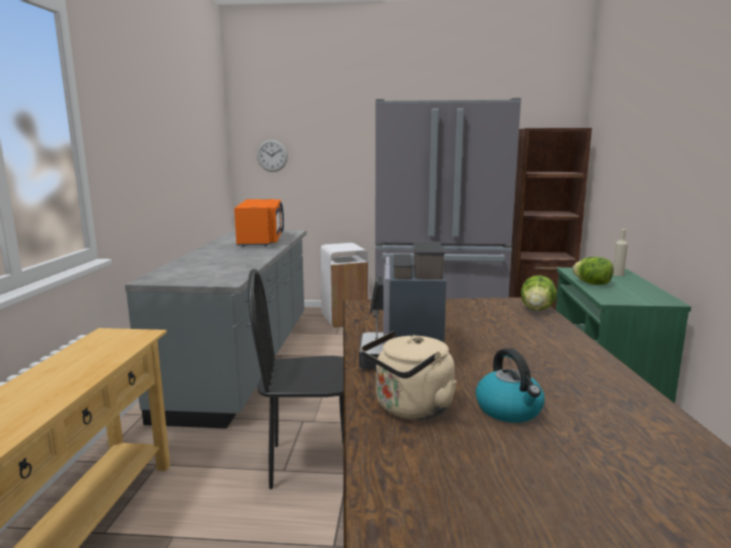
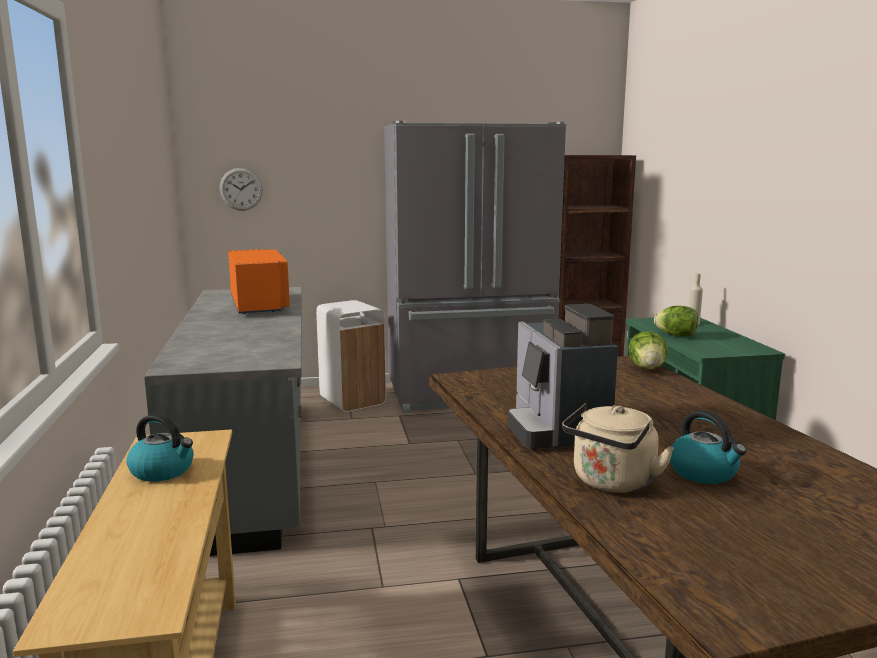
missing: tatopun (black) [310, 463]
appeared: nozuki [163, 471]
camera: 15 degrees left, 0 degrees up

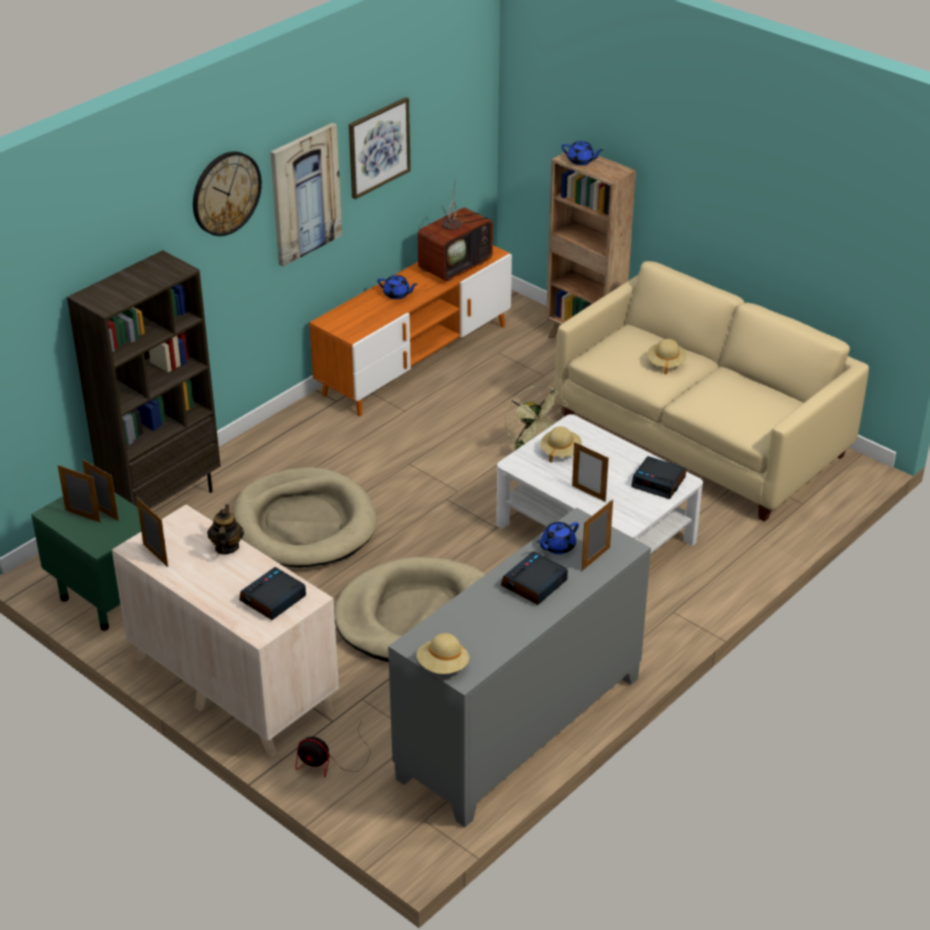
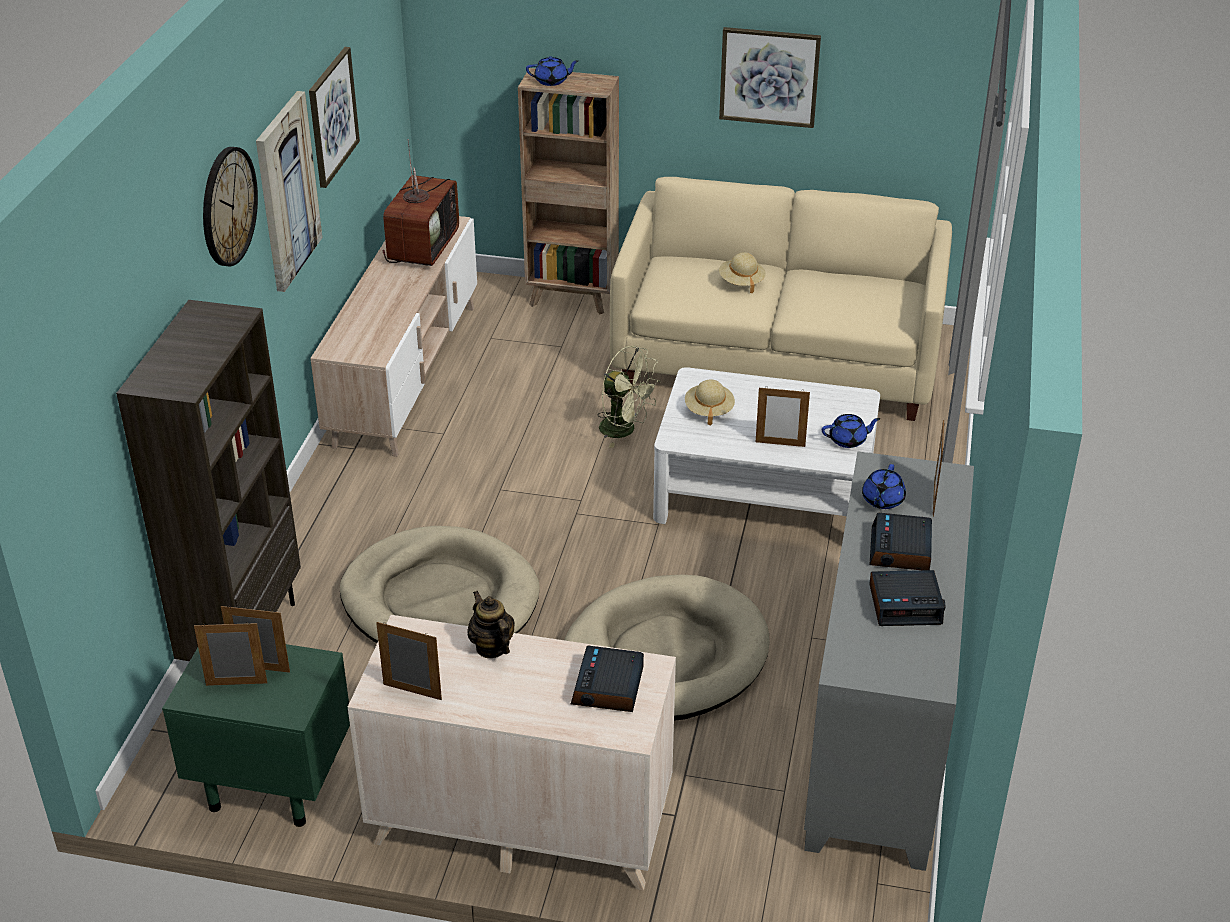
missing: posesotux [330, 761]; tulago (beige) [443, 666]
appeared: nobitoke [769, 76]
relocated: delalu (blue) [397, 294] to [848, 440]; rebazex [659, 482] to [906, 604]
colour: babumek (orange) [415, 360] to babumek (beige) [406, 374]
camera: 30 degrees left, 0 degrees up

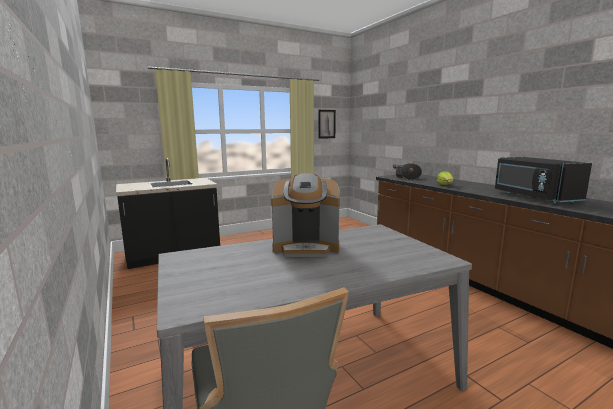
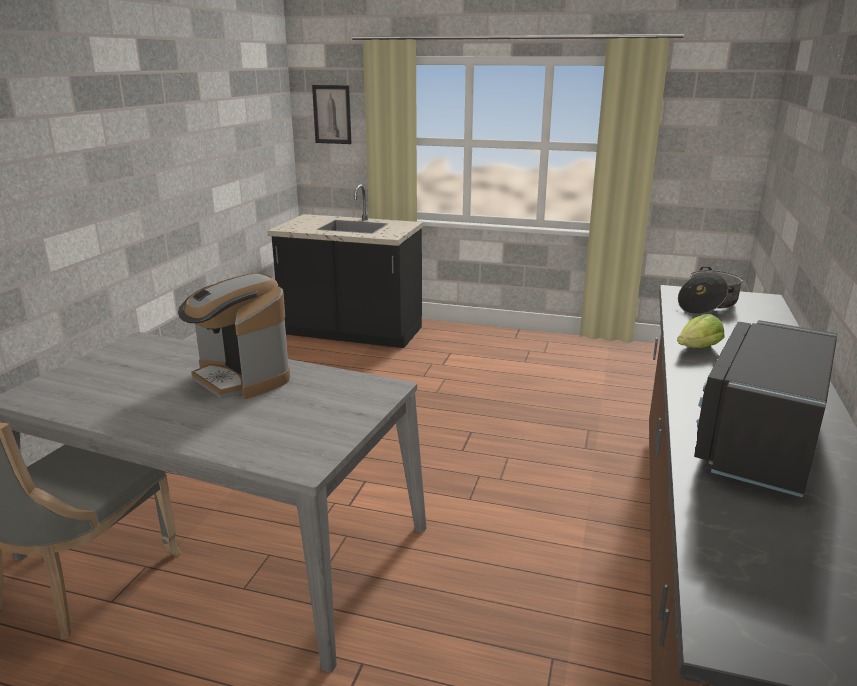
relocated: nobitoke [326, 124] to [332, 114]
camera: 45 degrees right, 10 degrees up

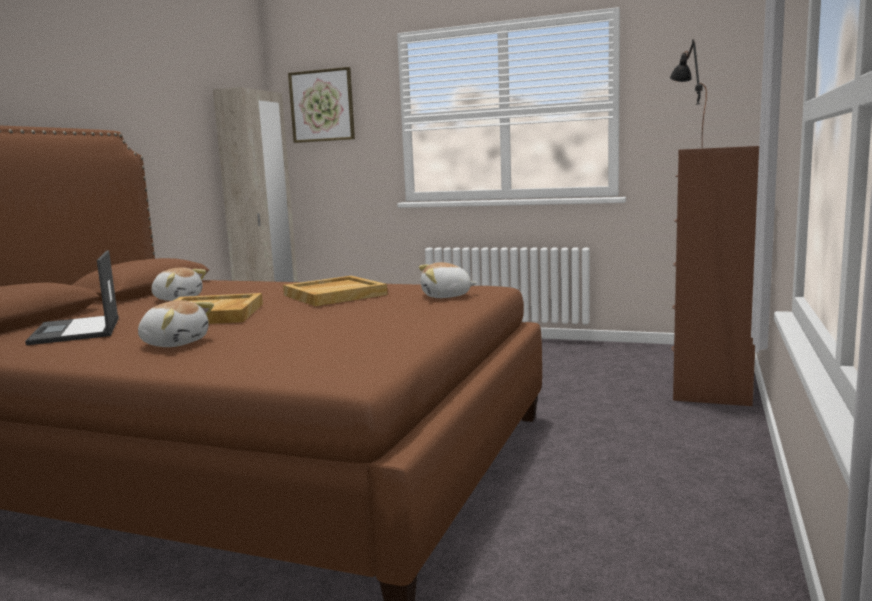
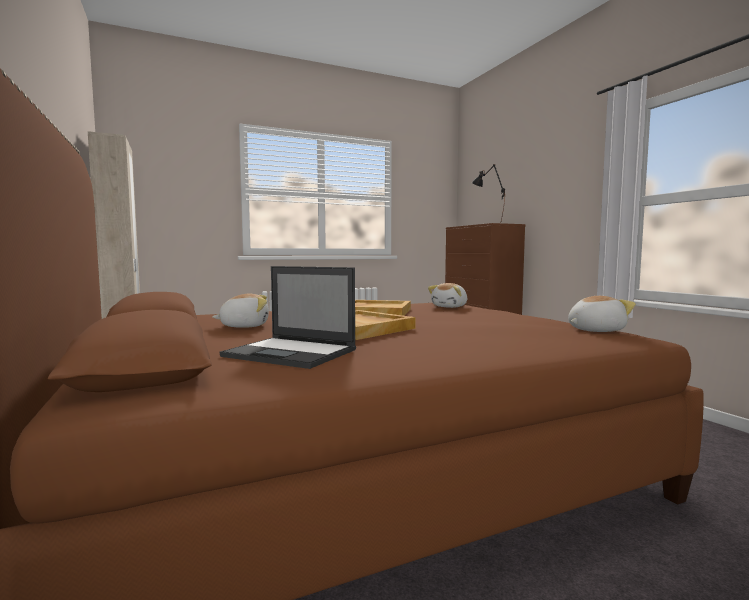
missing: nobitoke [322, 106]
relocated: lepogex [175, 343] to [594, 330]
camera: 45 degrees left, 5 degrees down

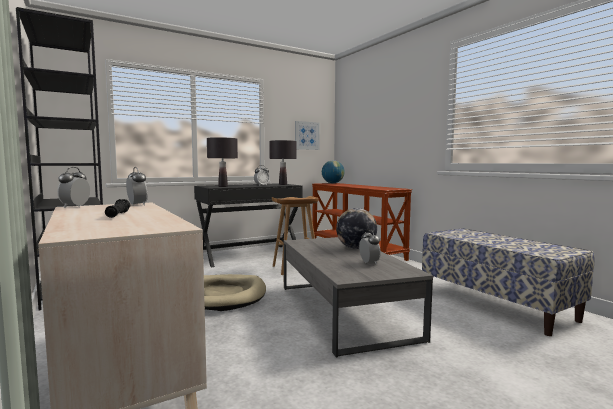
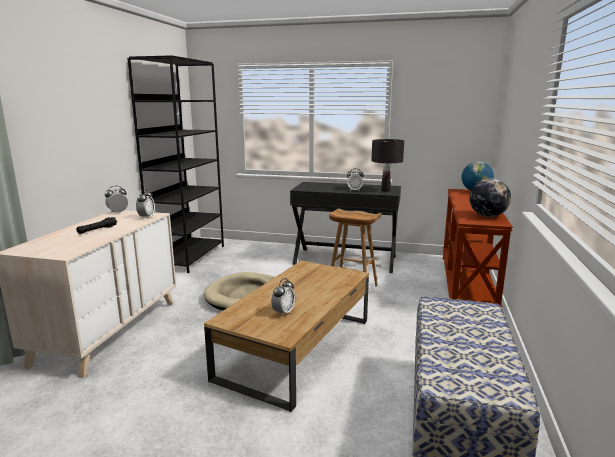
missing: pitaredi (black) [223, 186]; nobitoke [306, 135]
relocated: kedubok [356, 248] to [487, 216]
colour: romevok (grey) [343, 310] to romevok (brown) [297, 347]
camera: 45 degrees right, 10 degrees up

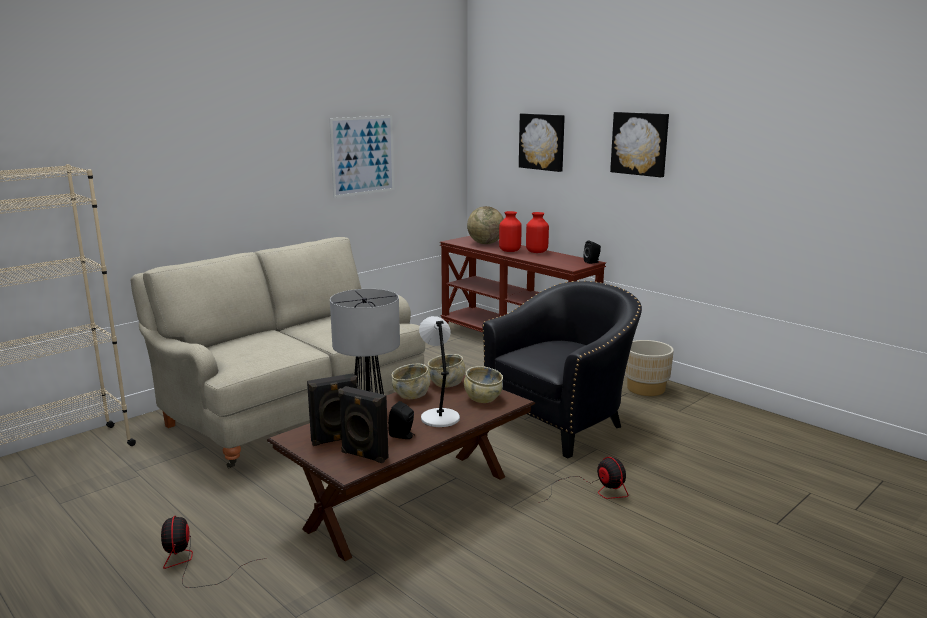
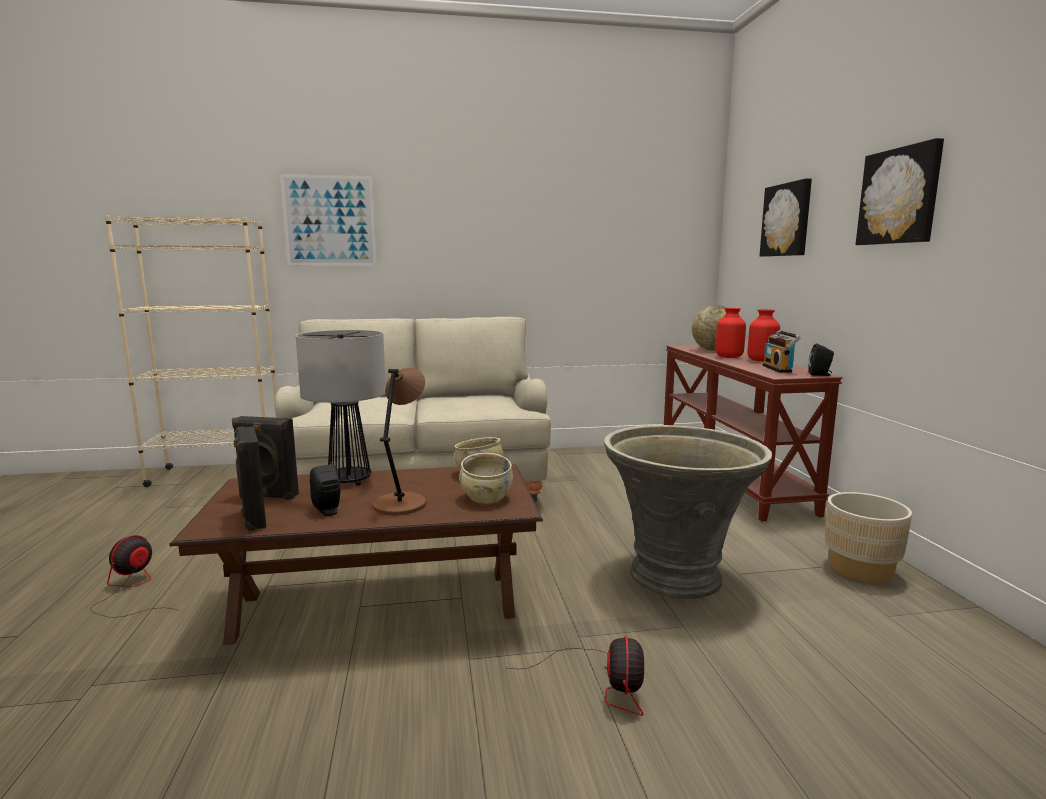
missing: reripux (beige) [411, 395]
appeared: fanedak [779, 369]
relocated: nobitoke [362, 155] to [329, 221]
exchanged: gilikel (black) [562, 422] to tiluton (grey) [677, 576]
colour: pitaredi (grey) [439, 417] to pitaredi (brown) [401, 503]
camera: 35 degrees right, 5 degrees down

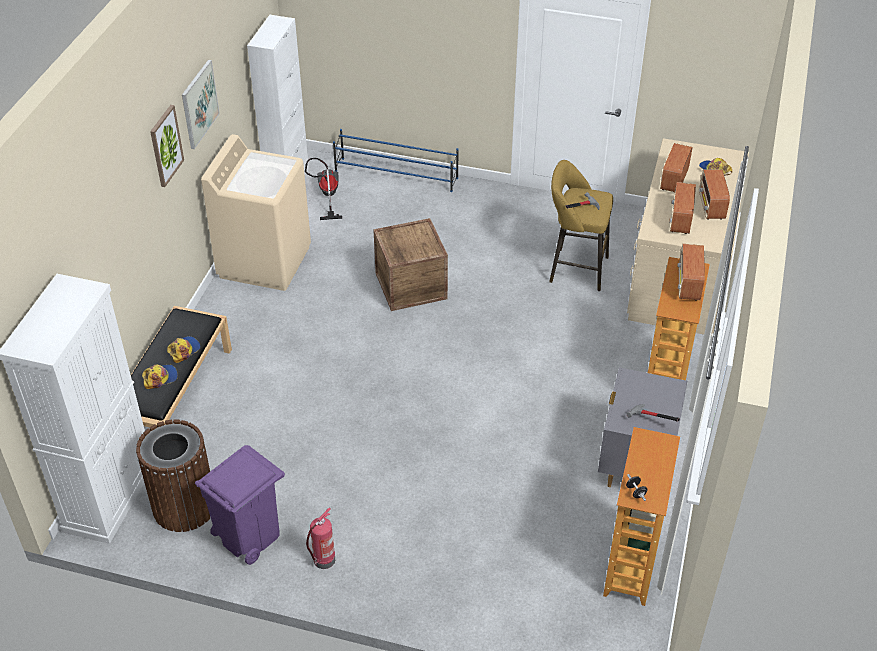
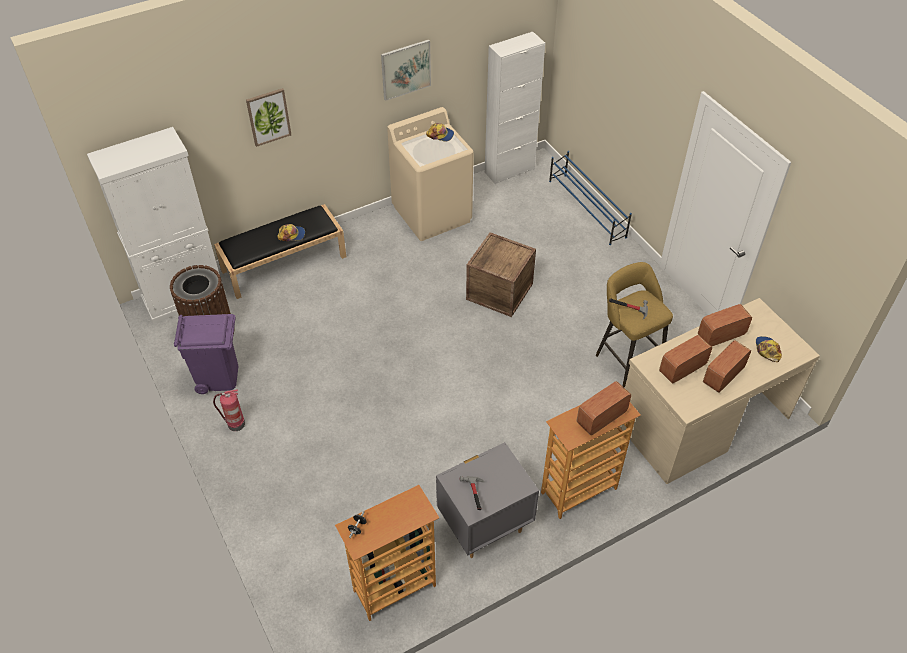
missing: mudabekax [326, 195]
relocated: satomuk [160, 378] to [440, 135]; nobitoke [165, 145] to [268, 117]
camera: 45 degrees right, 5 degrees up

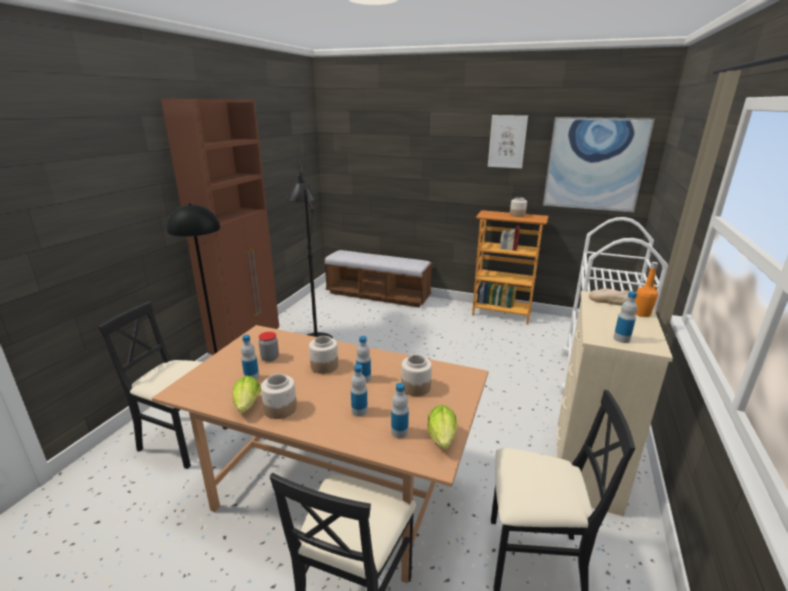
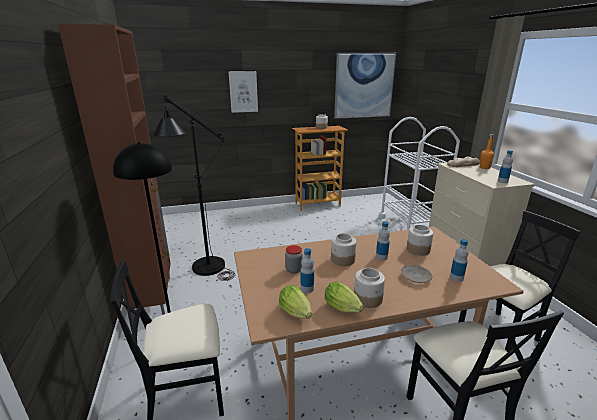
missing: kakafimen [378, 295]
relocated: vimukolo [442, 440] to [297, 314]; nobitoke [507, 141] to [243, 92]
exchanged: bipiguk [359, 411] to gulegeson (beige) [415, 277]
camera: 35 degrees left, 0 degrees up

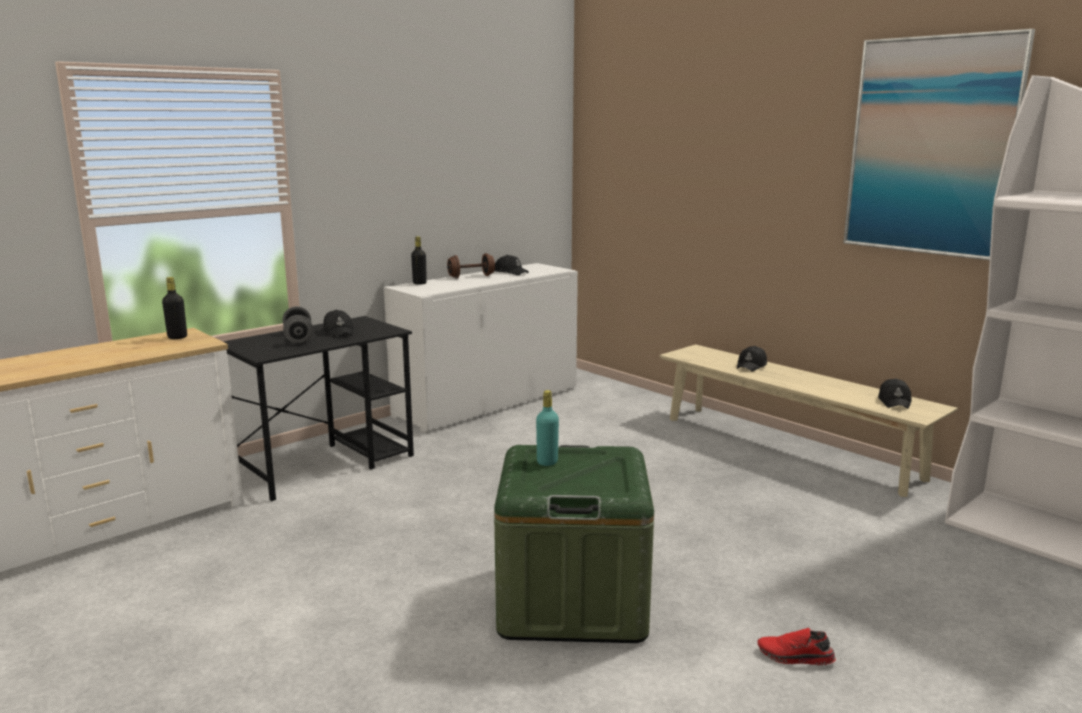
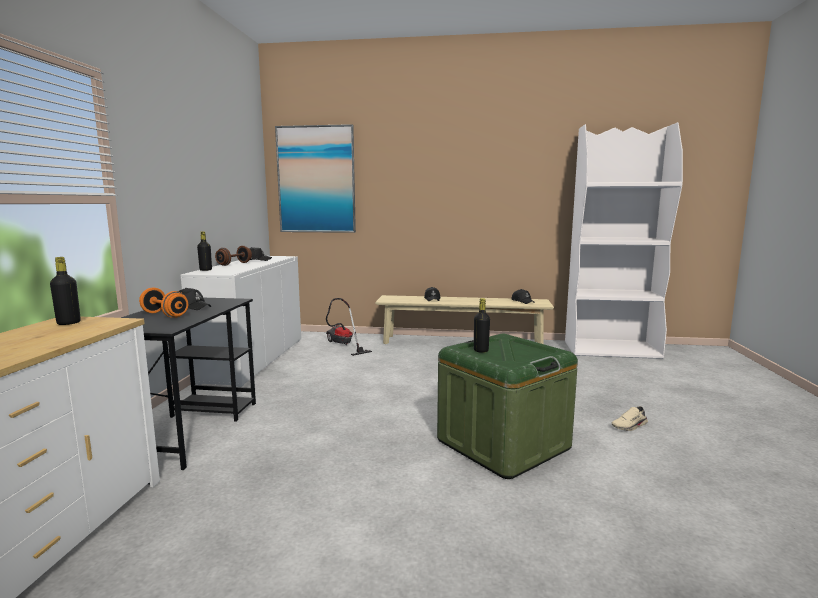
appeared: mudabekax [343, 345]
relocated: nobitoke [931, 146] to [316, 180]
colour: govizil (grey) [298, 338] to govizil (orange) [164, 315]; bipiguk (turquoise) [547, 462] to bipiguk (black) [481, 350]; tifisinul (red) [795, 657] to tifisinul (beige) [630, 426]
camera: 40 degrees left, 5 degrees down

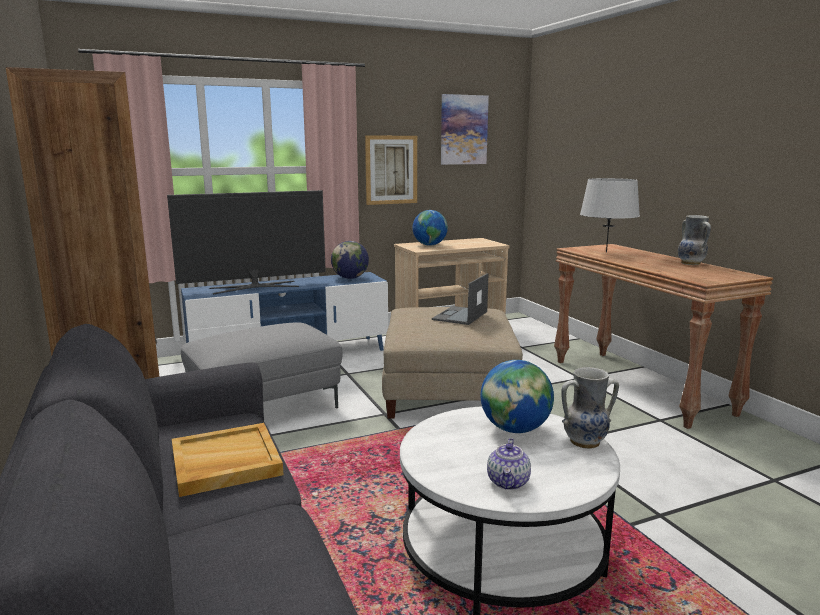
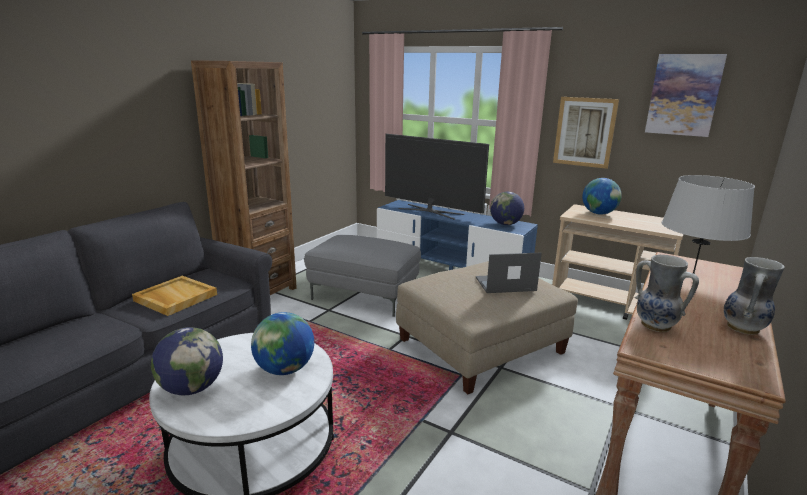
relocated: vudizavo [585, 443] to [655, 326]
exchanged: delalu [508, 482] to kedubok [192, 388]
camera: 55 degrees right, 5 degrees up

